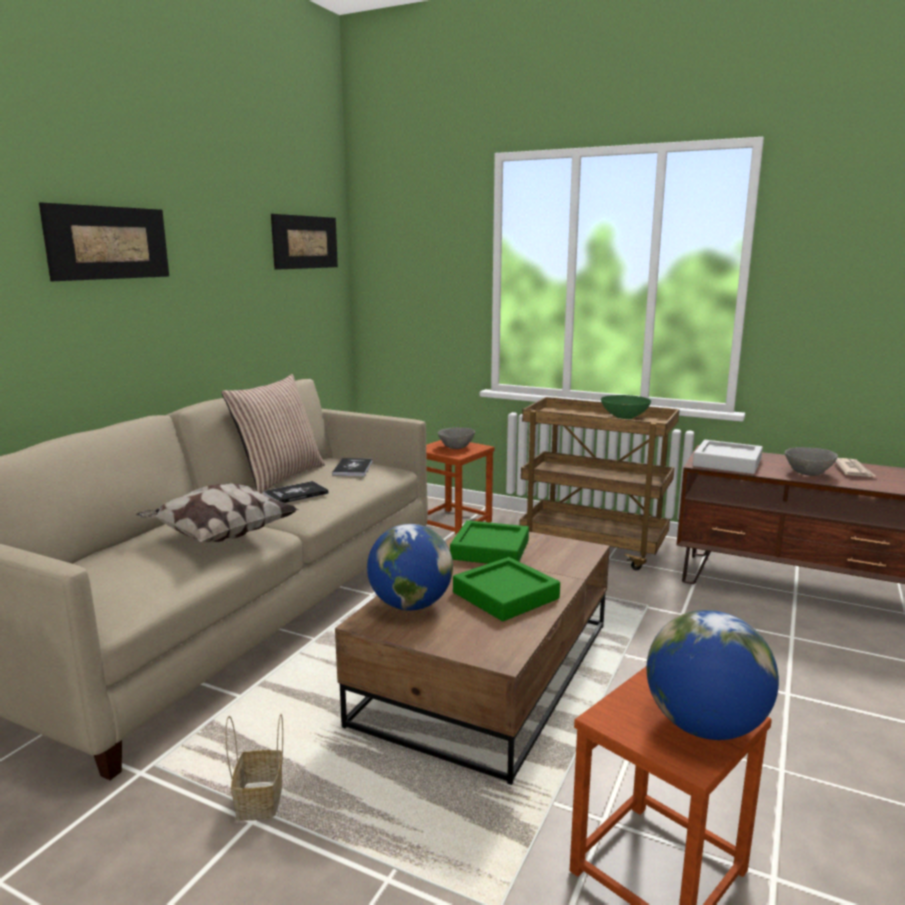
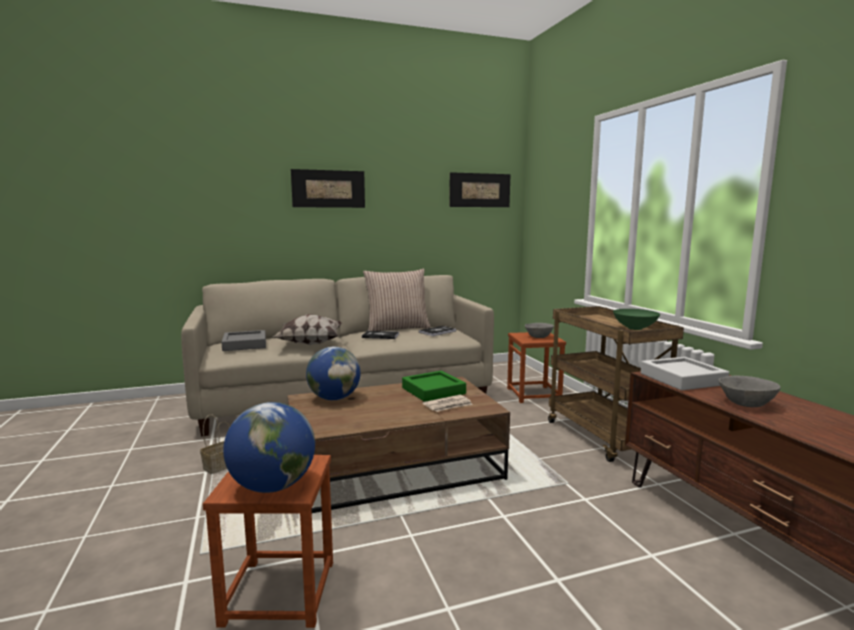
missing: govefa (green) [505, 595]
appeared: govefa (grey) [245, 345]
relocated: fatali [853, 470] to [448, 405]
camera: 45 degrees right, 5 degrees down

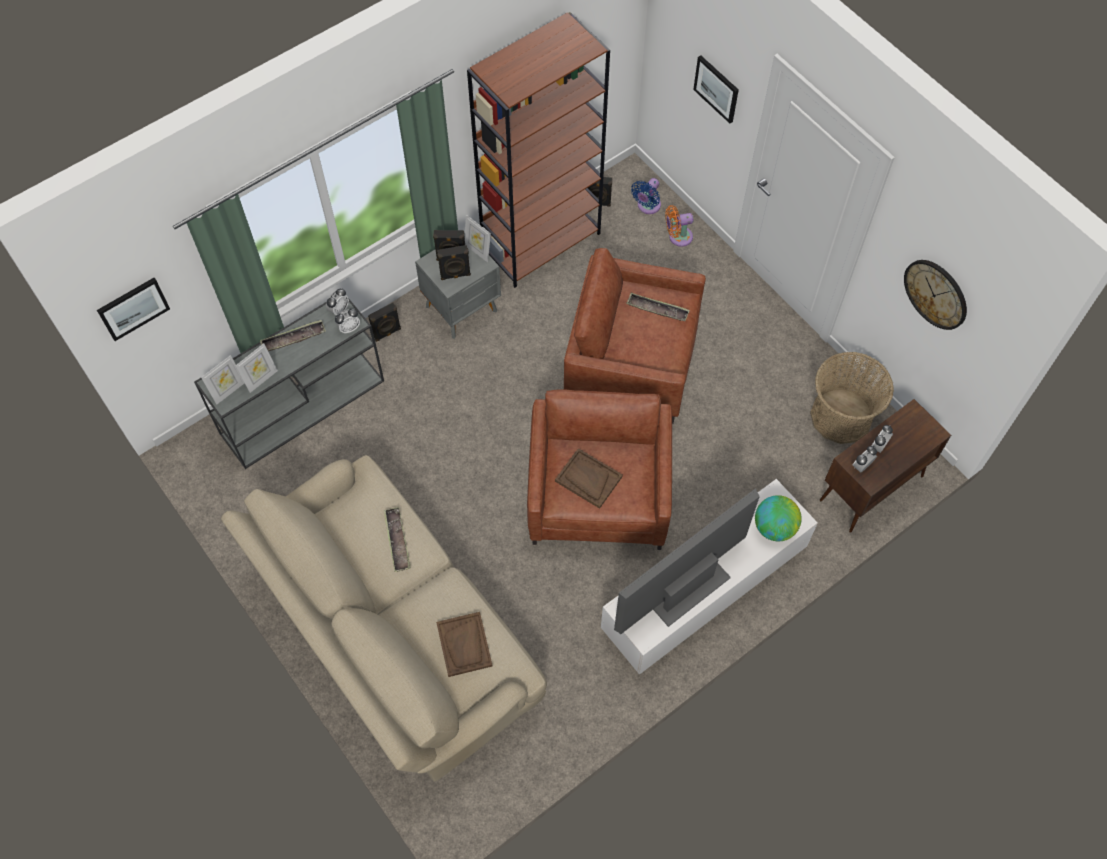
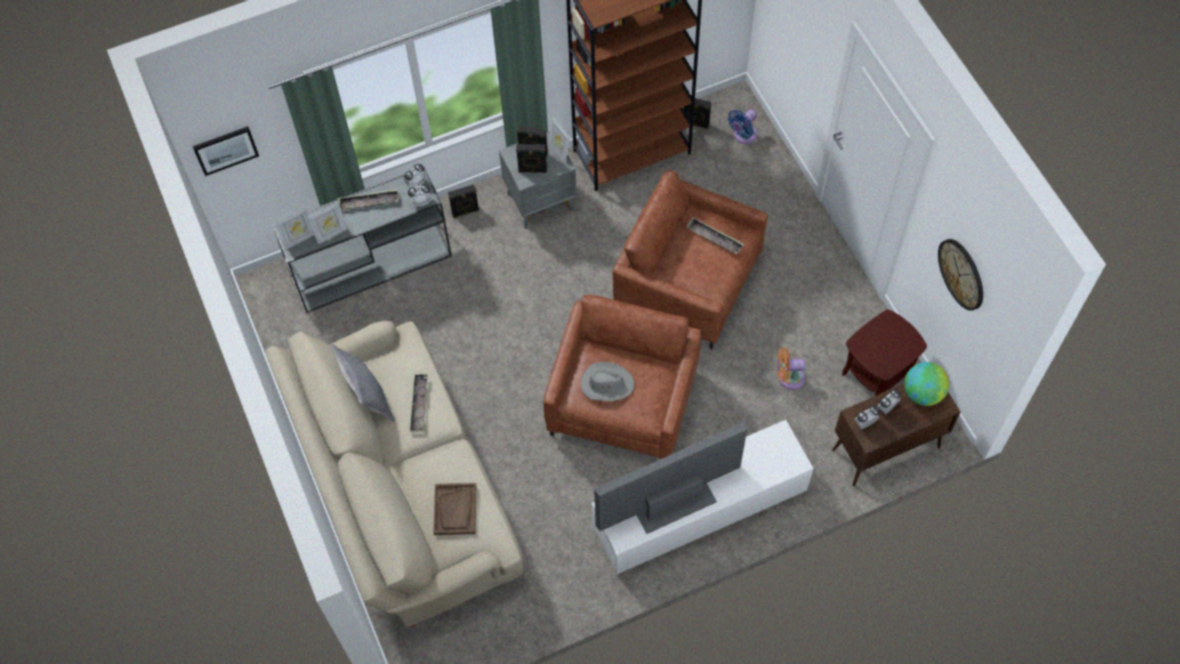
missing: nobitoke [717, 88]
appeared: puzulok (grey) [368, 398]
relocated: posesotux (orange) [678, 237] to [788, 378]; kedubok [774, 527] to [922, 393]
exchanged: govefa (brown) [588, 479] to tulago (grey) [607, 384]; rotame [841, 416] to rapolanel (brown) [876, 374]
camera: 15 degrees right, 0 degrees up

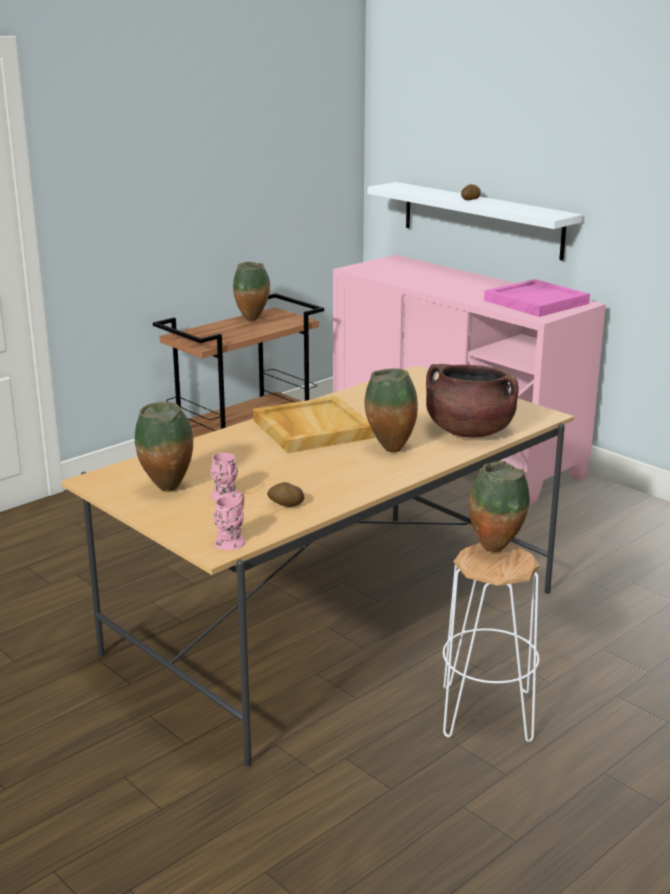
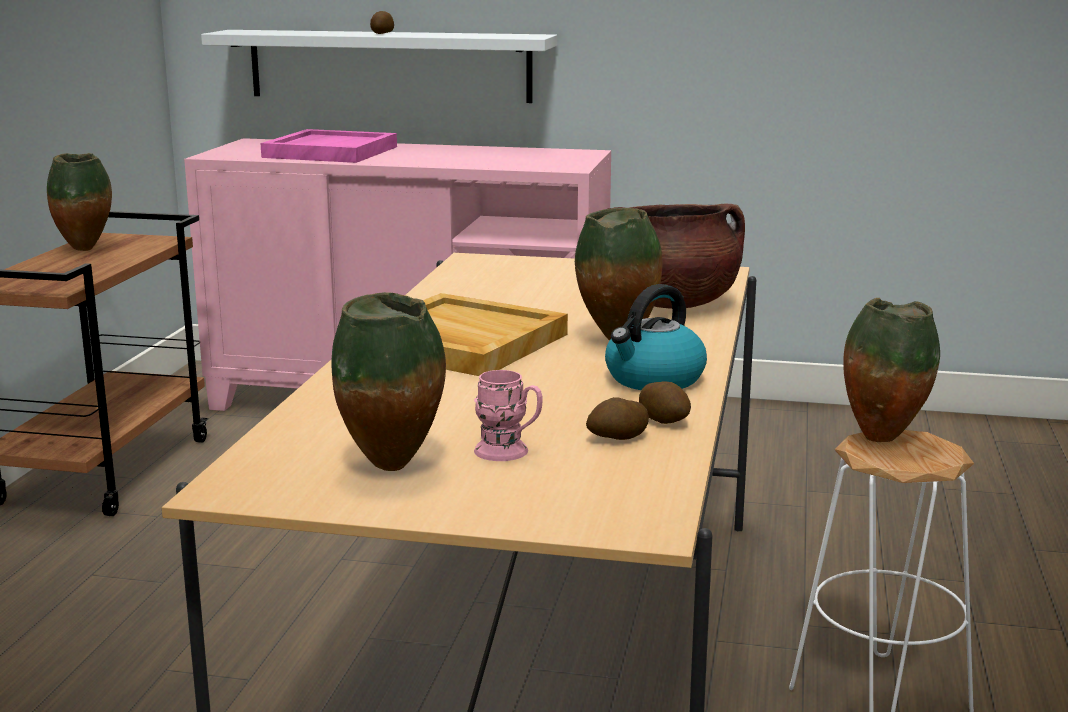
missing: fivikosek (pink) [233, 540]
appeared: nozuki [654, 379]; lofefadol [664, 420]
relocated: govefa (pink) [536, 301] to [330, 152]
camera: 35 degrees left, 5 degrees down

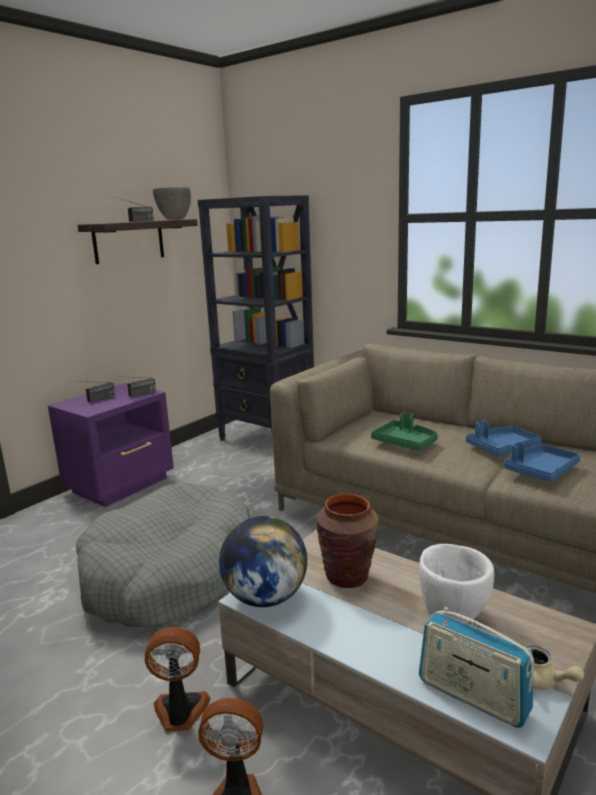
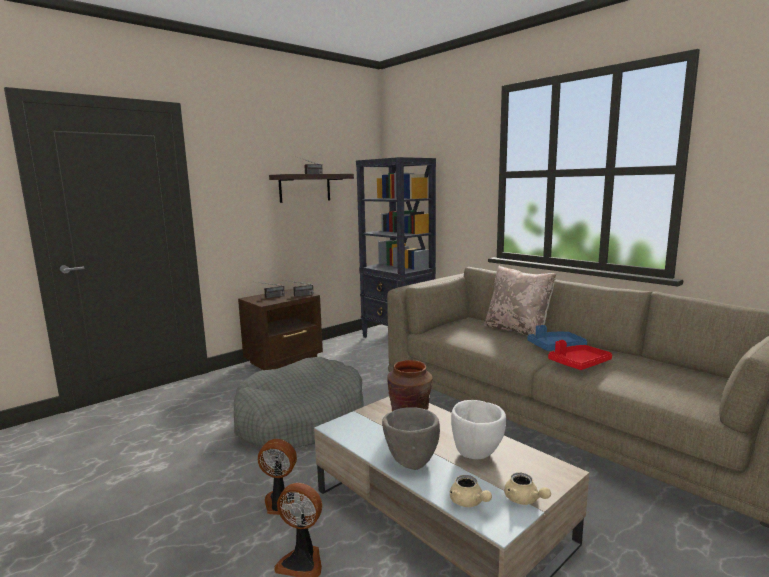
missing: kedubok [265, 598]; govefa (green) [405, 443]
appeared: puzulok (beige) [517, 330]
relocated: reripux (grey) [174, 219] to [411, 461]
exchanged: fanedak [473, 696] to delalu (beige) [469, 502]
colour: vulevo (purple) [122, 485] to vulevo (brown) [285, 361]; govefa (blue) [541, 471] to govefa (red) [579, 363]
camera: 10 degrees right, 5 degrees down

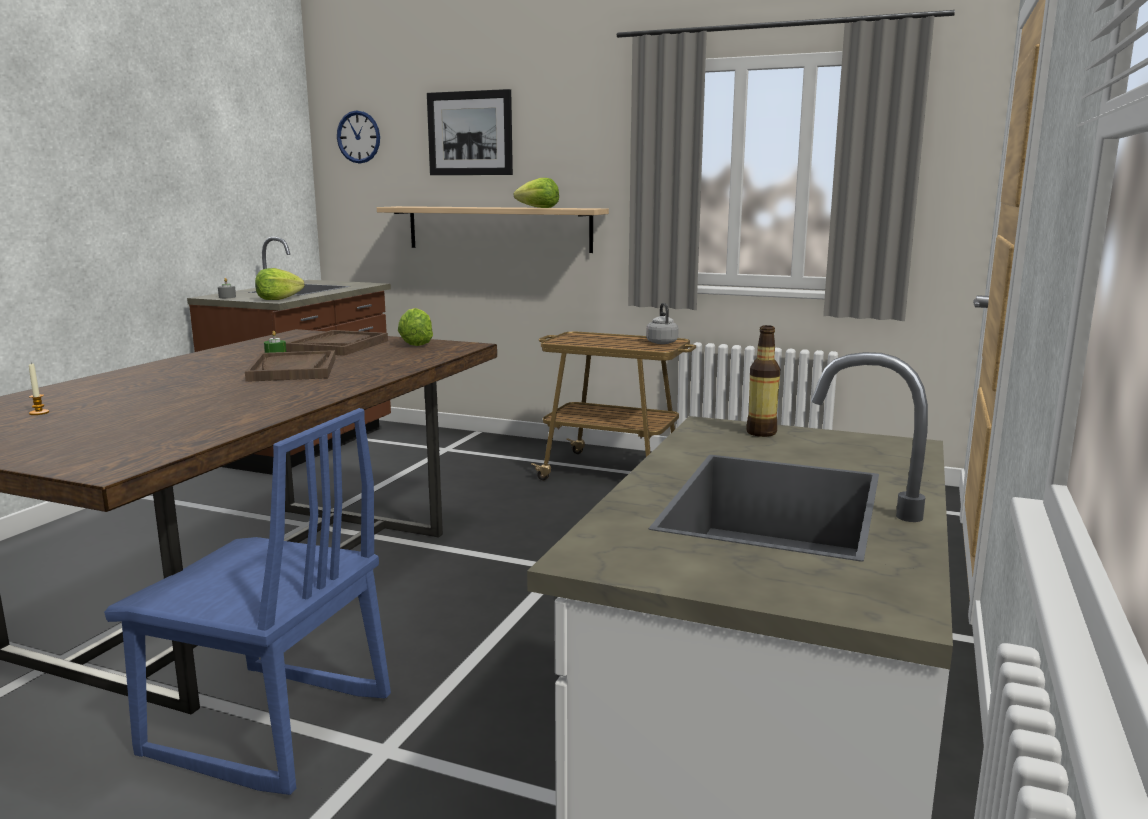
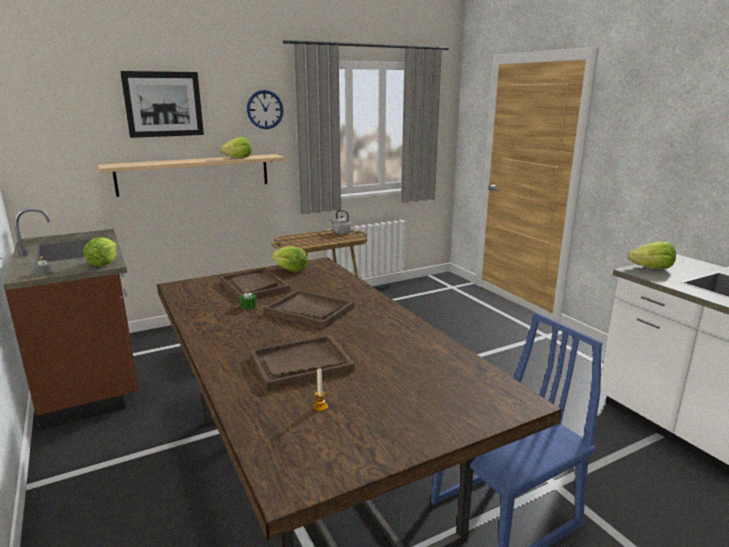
appeared: govefa (brown) [301, 364]
relocated: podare [358, 137] to [265, 109]
exchanged: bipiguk [761, 433] to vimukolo [651, 268]
camera: 50 degrees left, 5 degrees up

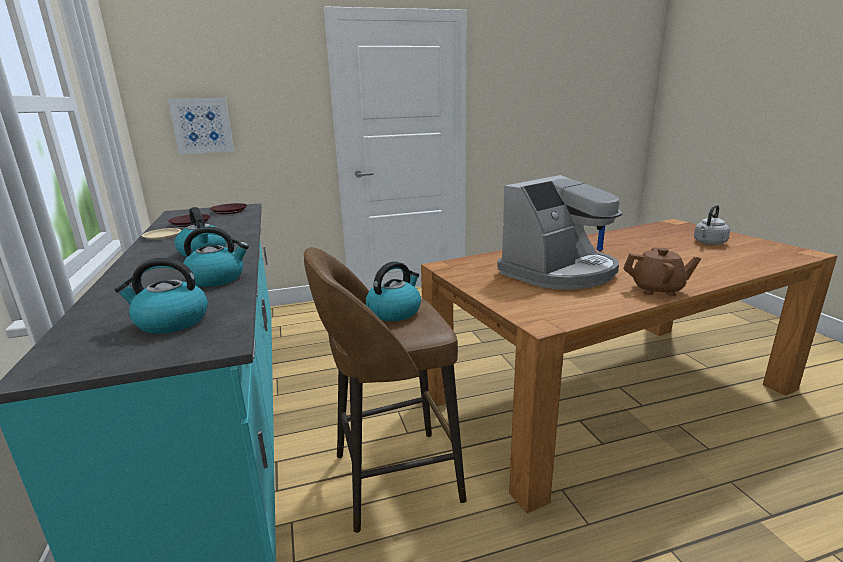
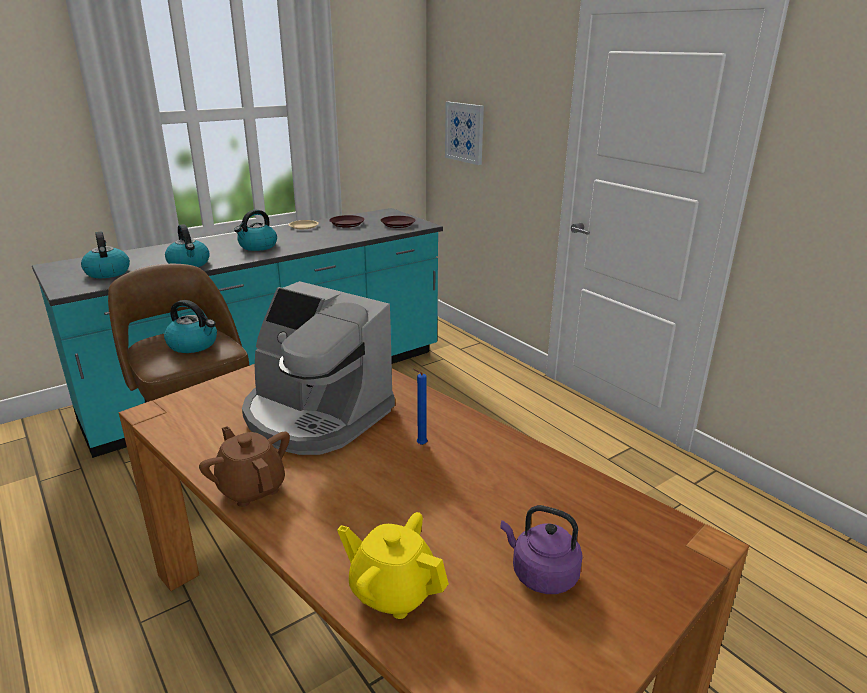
appeared: delalu (yellow) [392, 591]
colour: nozuki (grey) [708, 243] to nozuki (purple) [541, 574]
spun: delalu (brown) [657, 290] = [251, 488] 150 degrees clockwise
camera: 70 degrees right, 5 degrees up

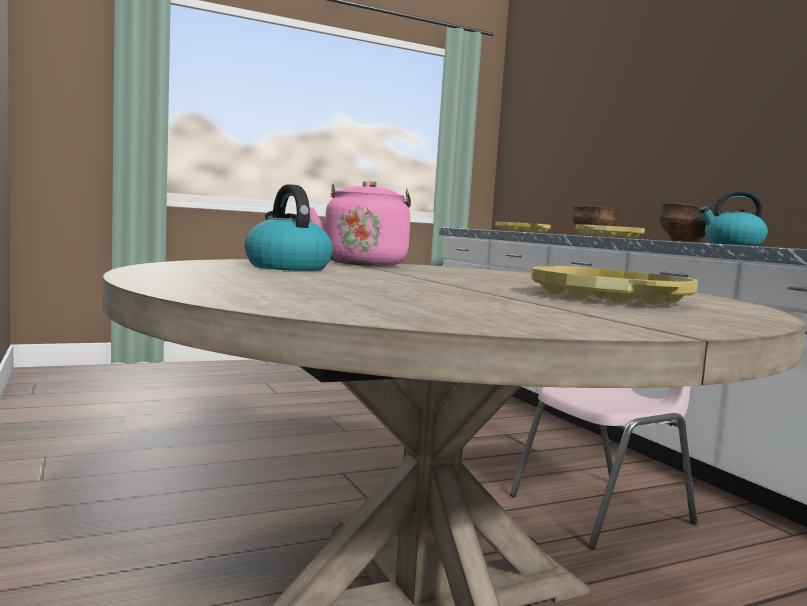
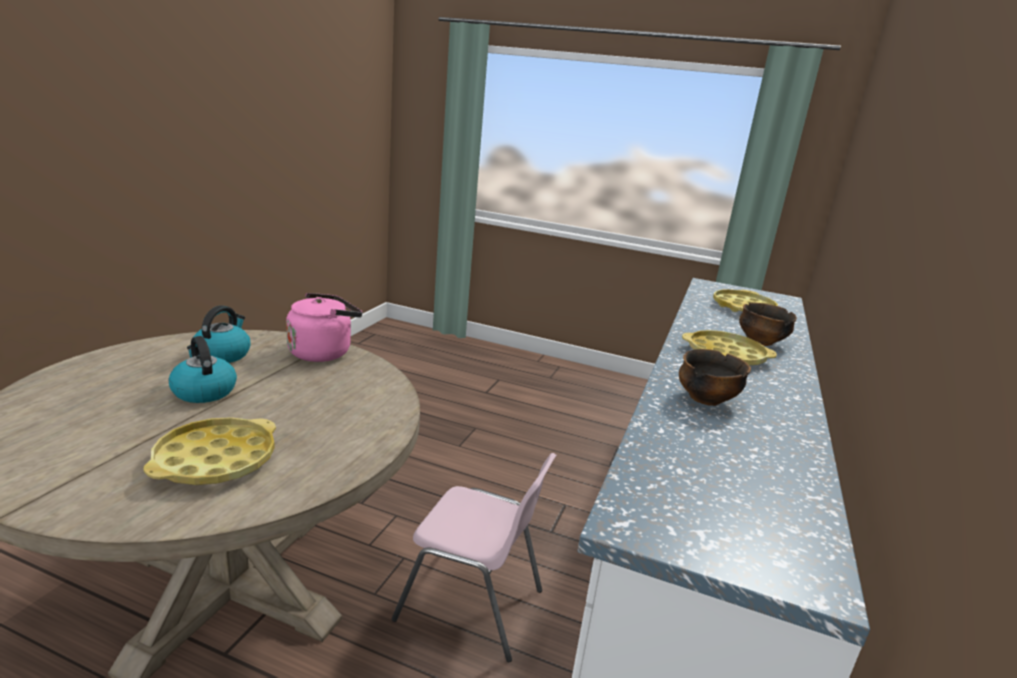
relocated: nozuki [732, 244] to [203, 391]
camera: 45 degrees right, 15 degrees up

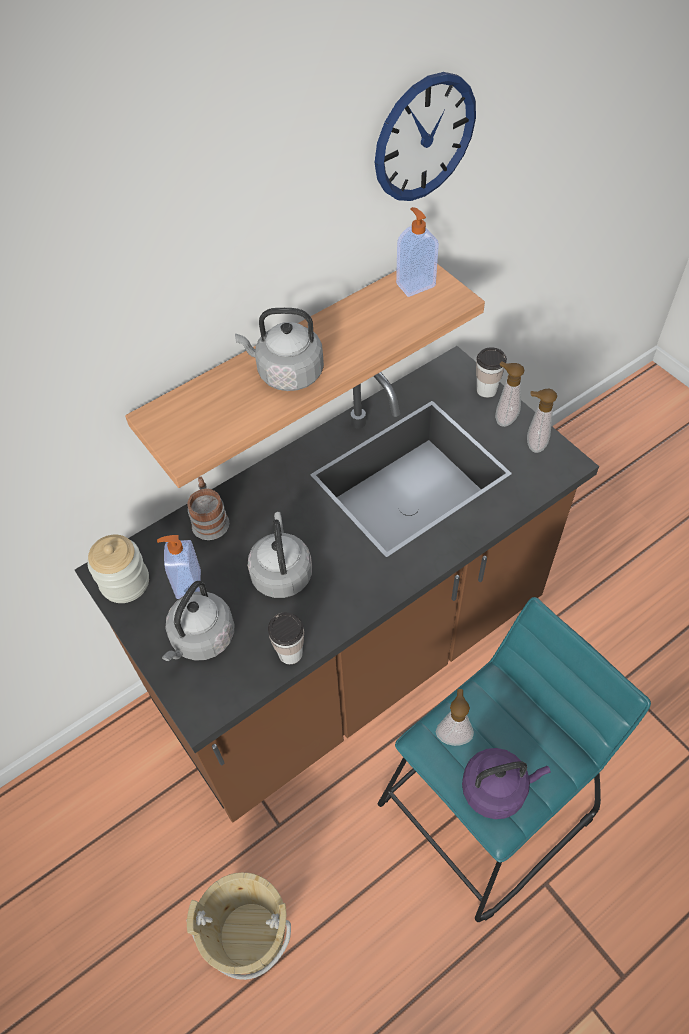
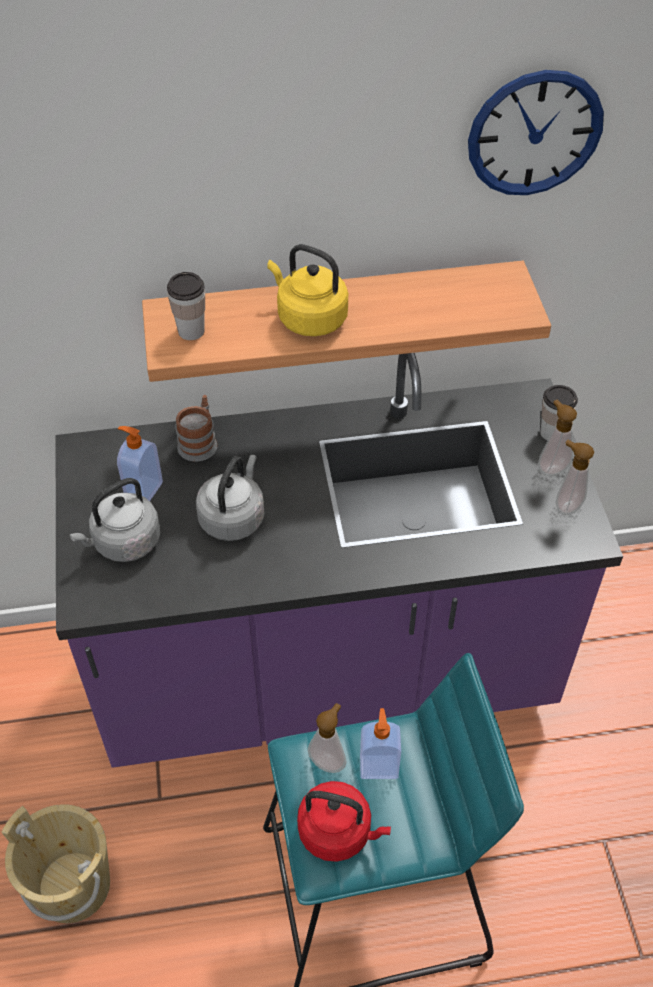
missing: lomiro [125, 582]
relocated: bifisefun [290, 653] to [191, 331]; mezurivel [415, 284] to [378, 765]
colour: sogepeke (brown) [352, 657] to sogepeke (purple) [326, 675]; nozuki (grey) [287, 373] to nozuki (yellow) [309, 318]; nozuki (purple) [497, 789] to nozuki (red) [338, 832]
camera: 25 degrees right, 5 degrees down

